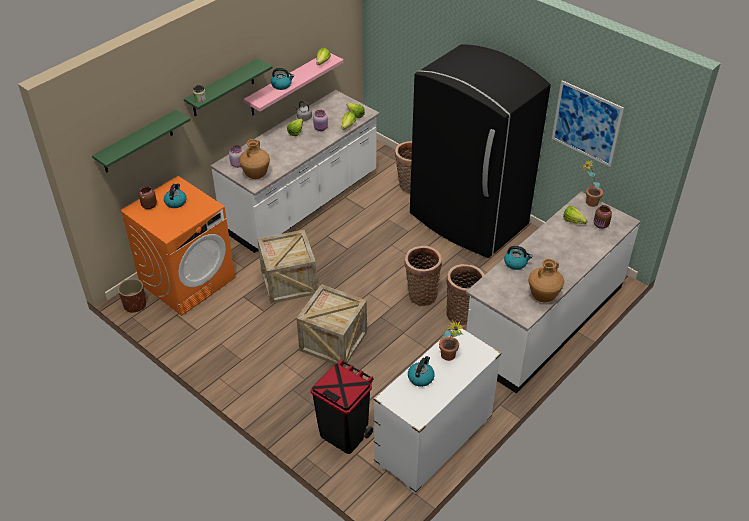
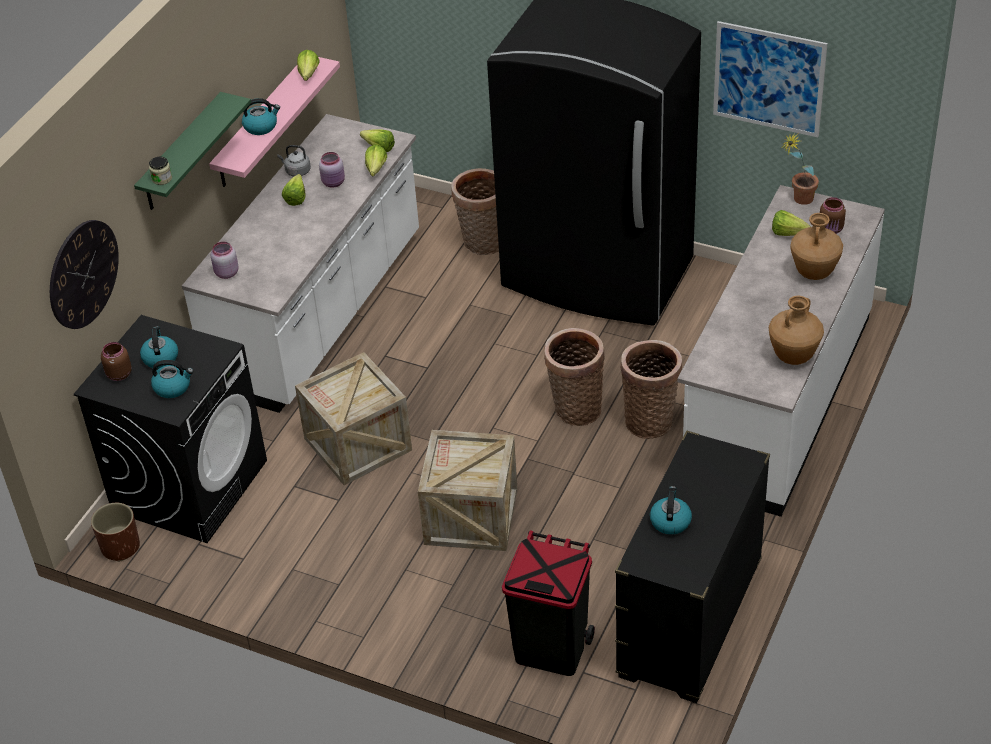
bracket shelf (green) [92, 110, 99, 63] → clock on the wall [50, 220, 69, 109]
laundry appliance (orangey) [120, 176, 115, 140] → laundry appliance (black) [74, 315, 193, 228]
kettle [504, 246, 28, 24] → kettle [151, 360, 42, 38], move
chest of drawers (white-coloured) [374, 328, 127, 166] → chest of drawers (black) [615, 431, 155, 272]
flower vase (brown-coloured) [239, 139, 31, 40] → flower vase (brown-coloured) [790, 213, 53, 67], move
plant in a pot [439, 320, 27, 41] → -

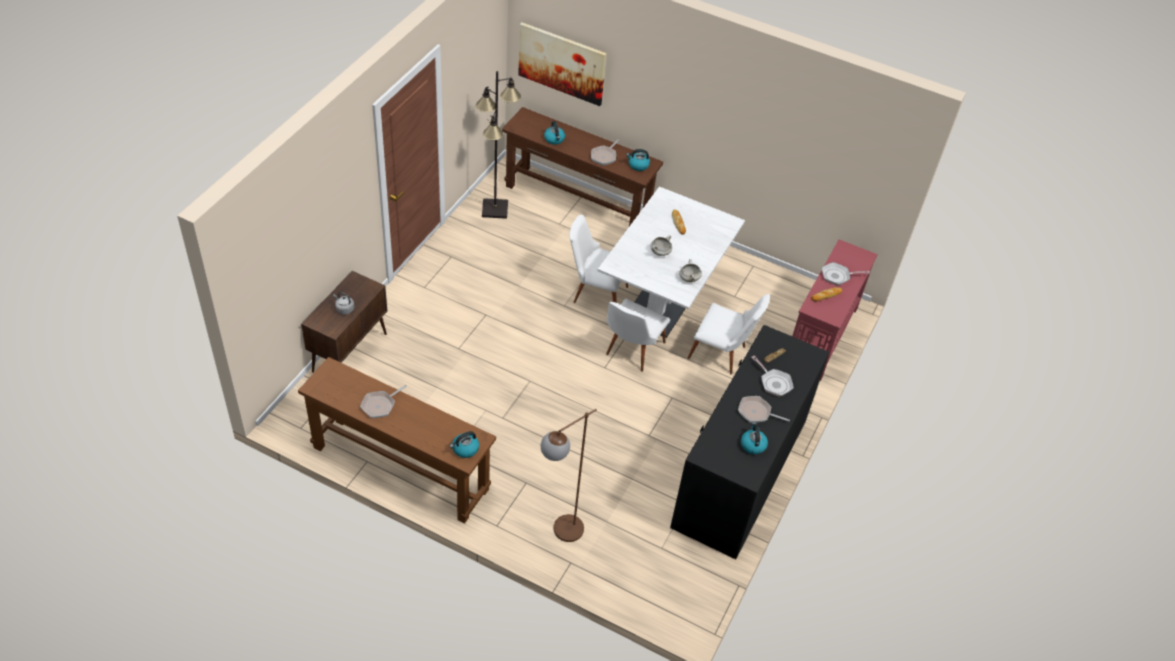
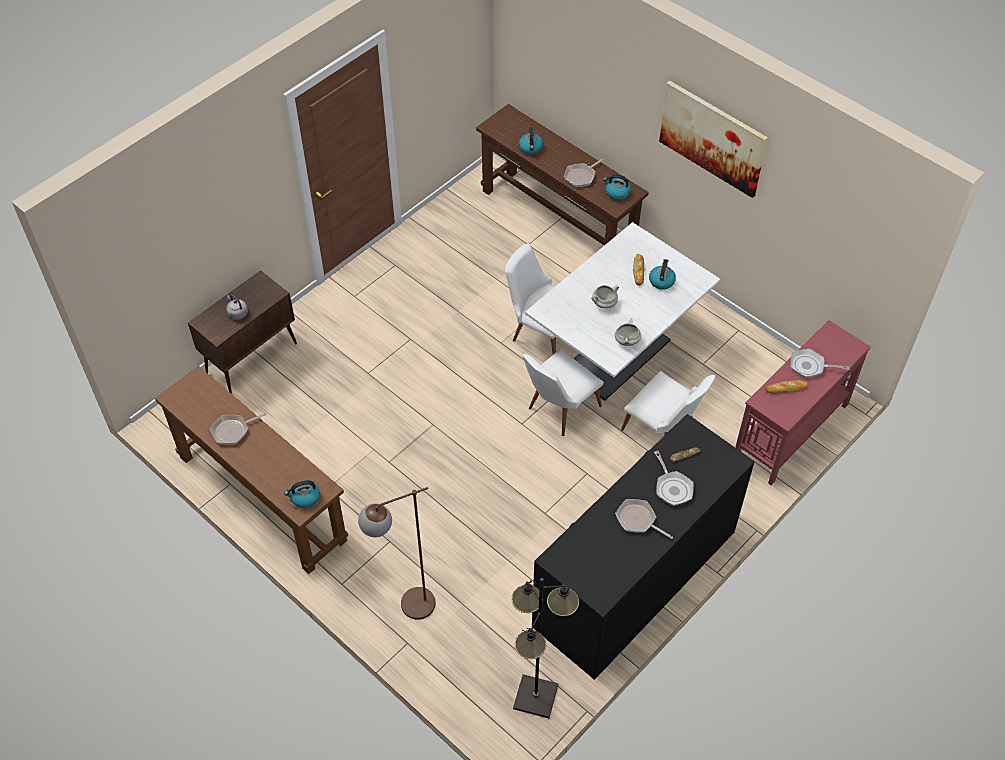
floor lamp (black) [476, 71, 45, 148] → floor lamp (black) [511, 578, 68, 141], move
kettle [741, 422, 27, 33] → kettle [649, 259, 27, 31], move
wall art [518, 22, 88, 84] → wall art [659, 80, 109, 118], move

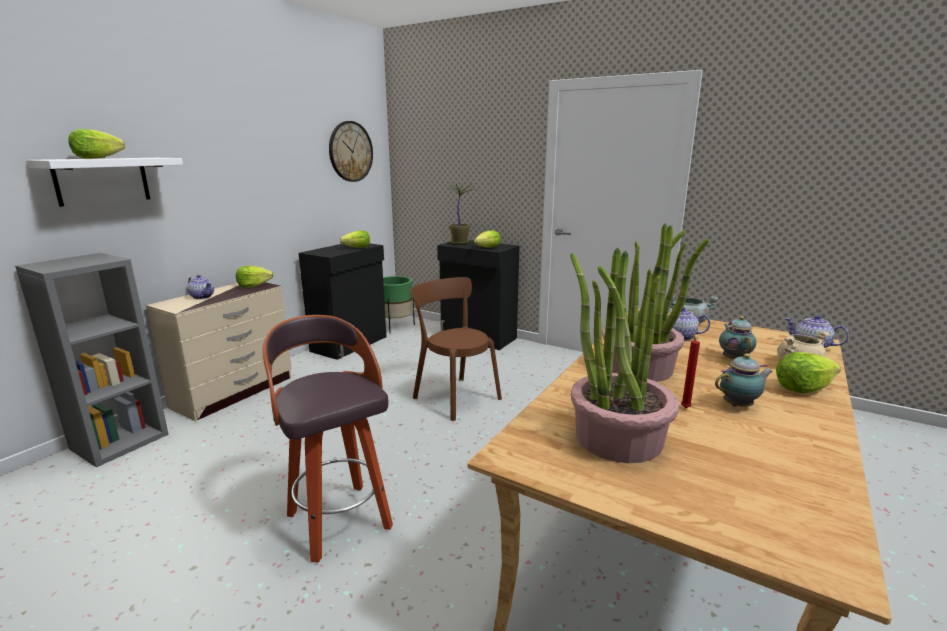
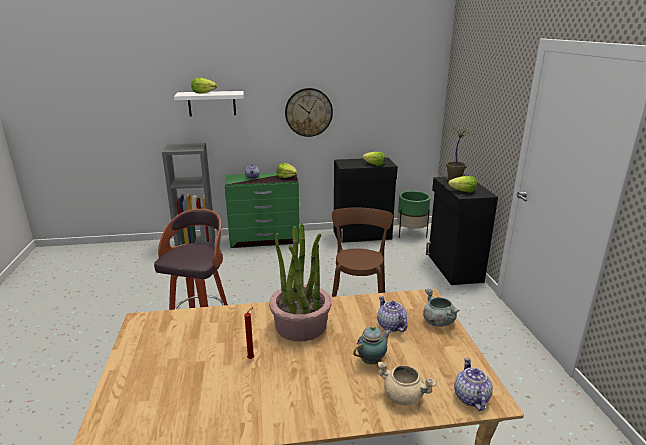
chest of drawers (sand-coloured) [146, 282, 146, 139] → chest of drawers (green) [225, 173, 75, 75]
clock on the wall [329, 121, 44, 61] → clock on the wall [285, 88, 48, 49], move
plant in a pot [570, 247, 109, 216] → -
tea pot [715, 354, 58, 53] → -
lettuce [776, 352, 65, 41] → -

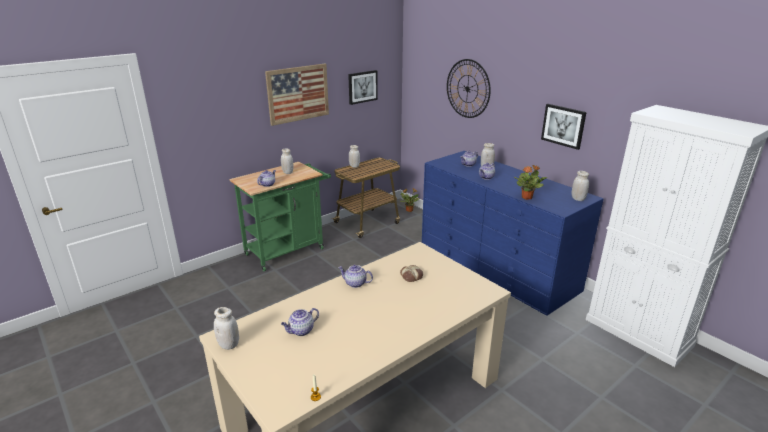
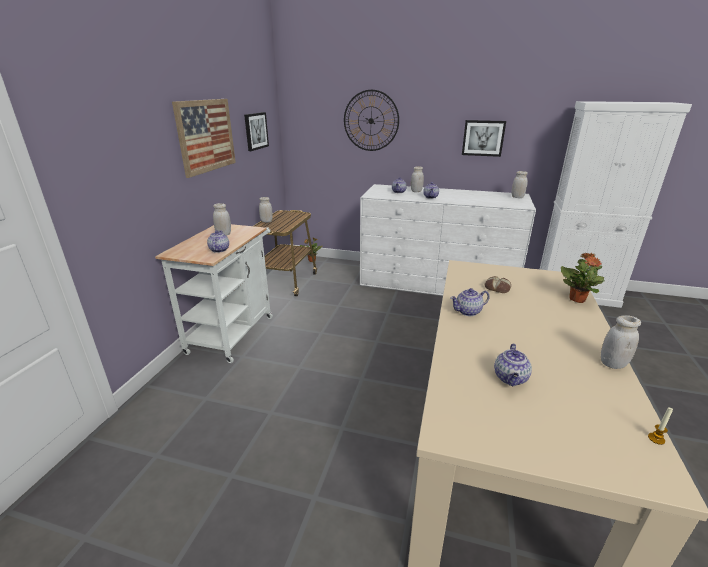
cart (green) [230, 162, 101, 109] → cart (white-coloured) [155, 224, 118, 139]
chest of drawers (blue) [422, 151, 182, 165] → chest of drawers (white-coloured) [360, 184, 176, 112]
plant in a pot [514, 165, 33, 35] → plant in a pot [561, 253, 43, 50], move
preserve jar (white-coloured) [214, 307, 25, 43] → preserve jar (white-coloured) [601, 315, 40, 54], move

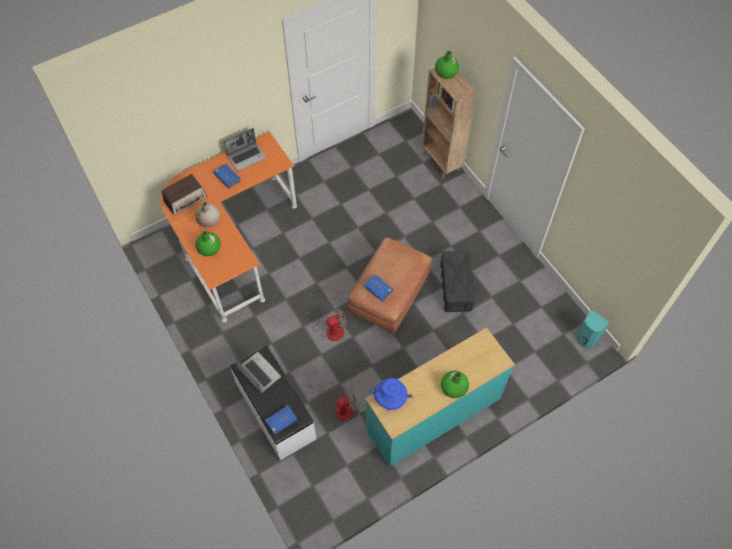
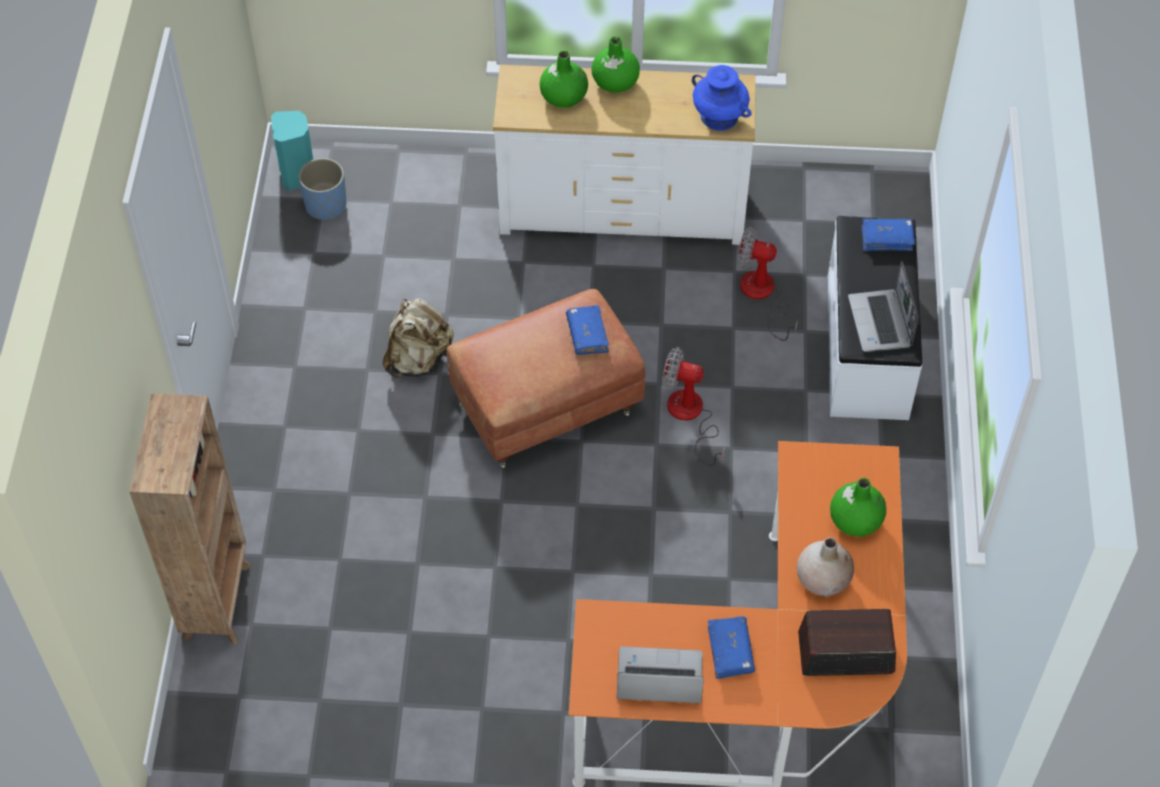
- → planter (blue) [299, 158, 48, 62]
storage box (black) [440, 251, 35, 61] → rucksack (sand-coloured) [383, 298, 70, 80]
chest of drawers (blue-green) [365, 328, 150, 139] → chest of drawers (white-coloured) [493, 65, 263, 180]
flower vase (green) [435, 51, 24, 28] → flower vase (green) [540, 51, 48, 57], move

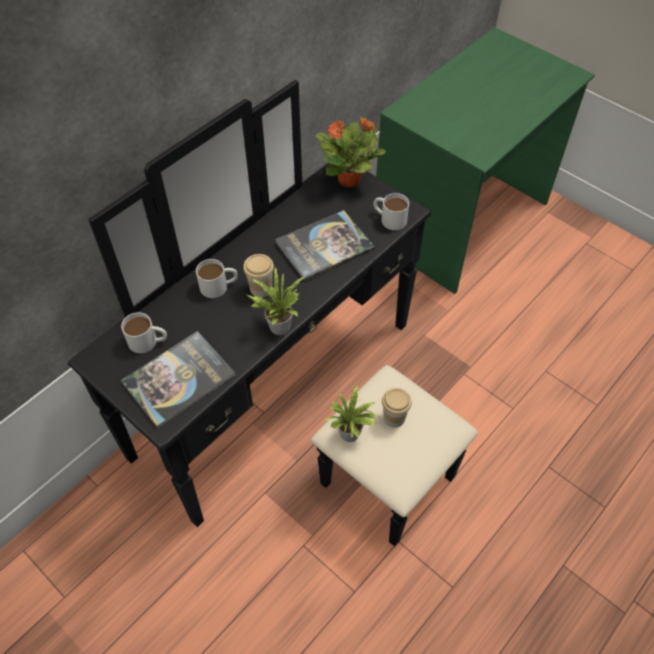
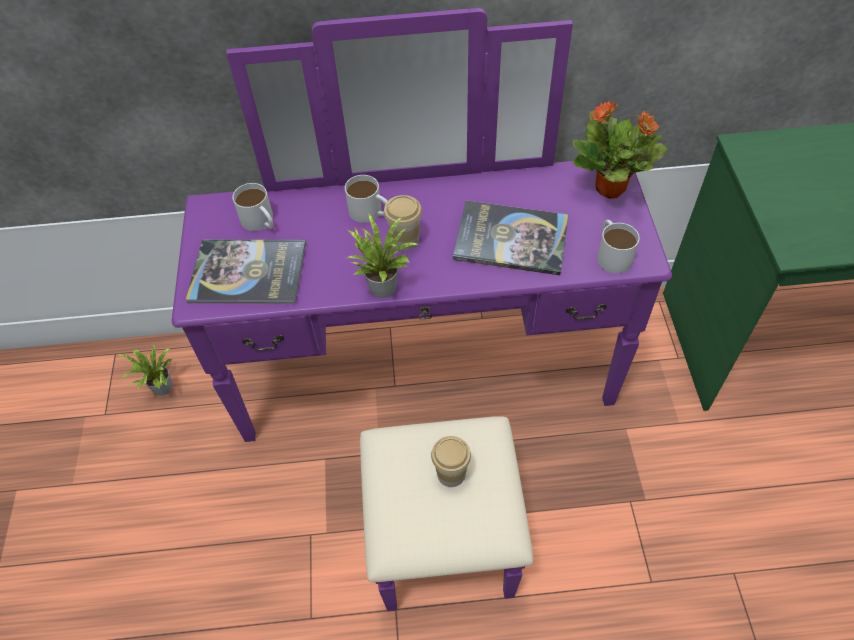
plant in a pot [324, 384, 57, 58] → plant in a pot [117, 342, 56, 54], move
chest of drawers (black) [68, 80, 410, 467] → chest of drawers (purplish) [172, 8, 500, 603]

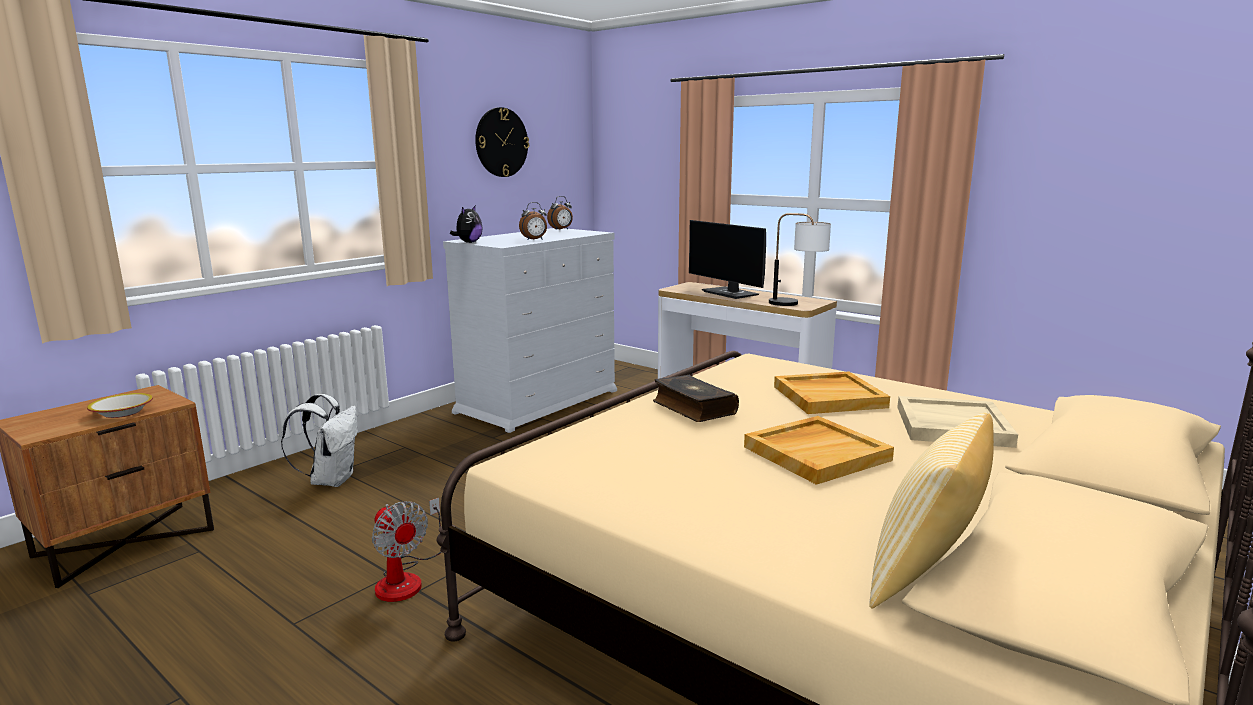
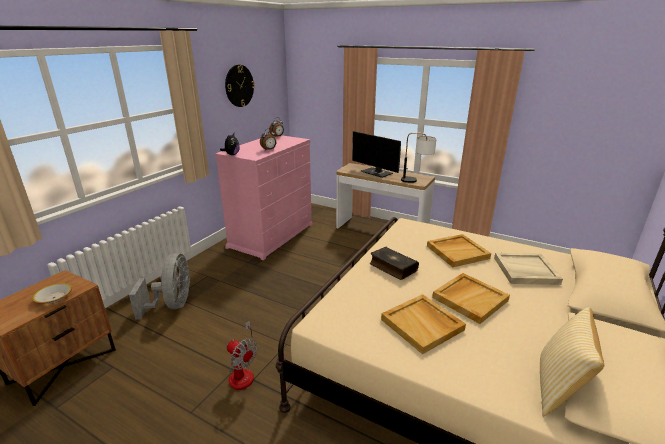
rucksack (white-coloured) [281, 394, 76, 93] → cooling fan (greyish) [129, 253, 62, 67]
chest of drawers (white-coloured) [443, 228, 174, 205] → chest of drawers (pink) [215, 135, 98, 125]
- → tray (sand-coloured) [381, 294, 85, 60]

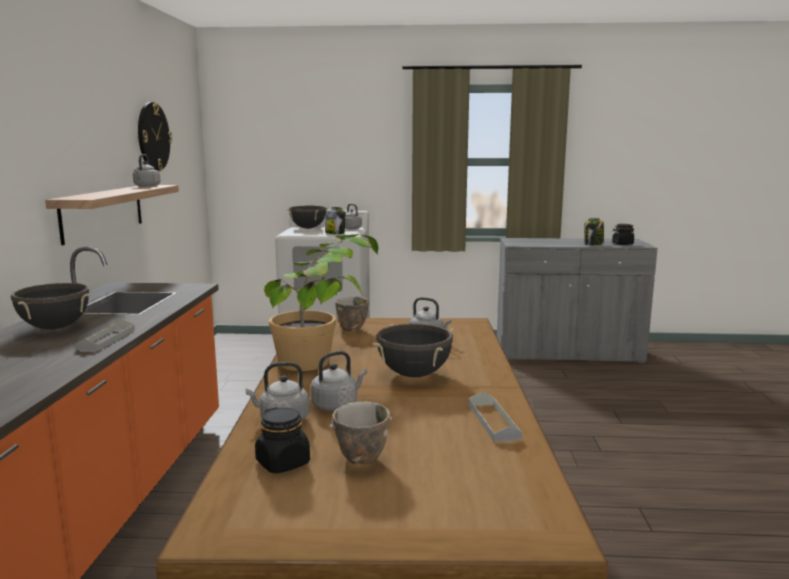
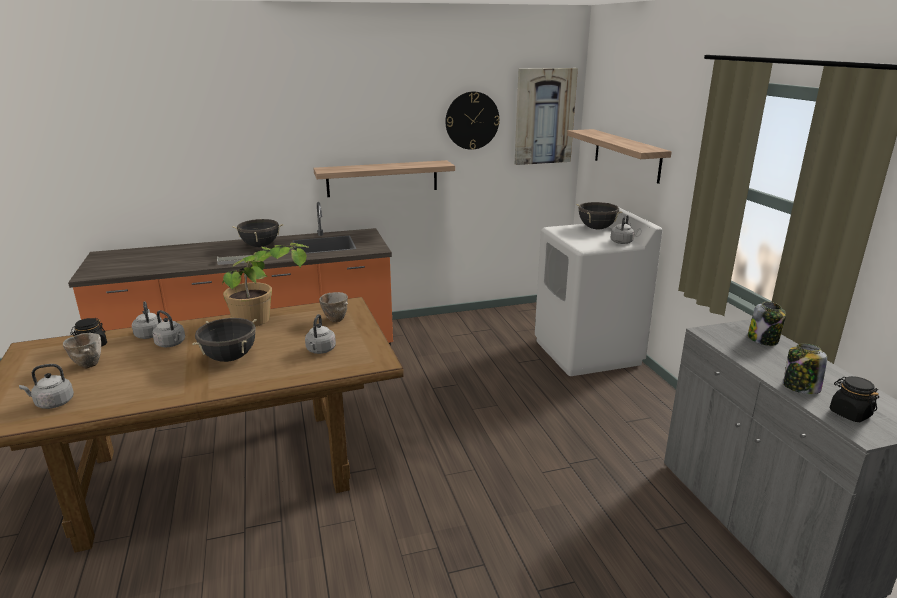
kettle (greyish) [133, 154, 28, 33] → kettle (greyish) [19, 364, 55, 45], move
- → wall art [515, 68, 63, 97]
- → bracket shelf [567, 129, 105, 55]
preserve jar [325, 207, 21, 27] → preserve jar [748, 302, 38, 44], move
tray (greyish) [469, 392, 53, 51] → -

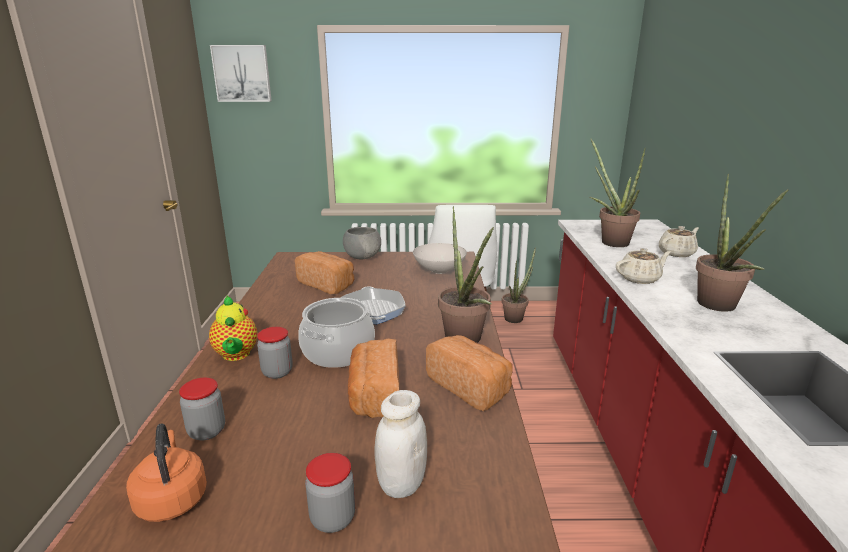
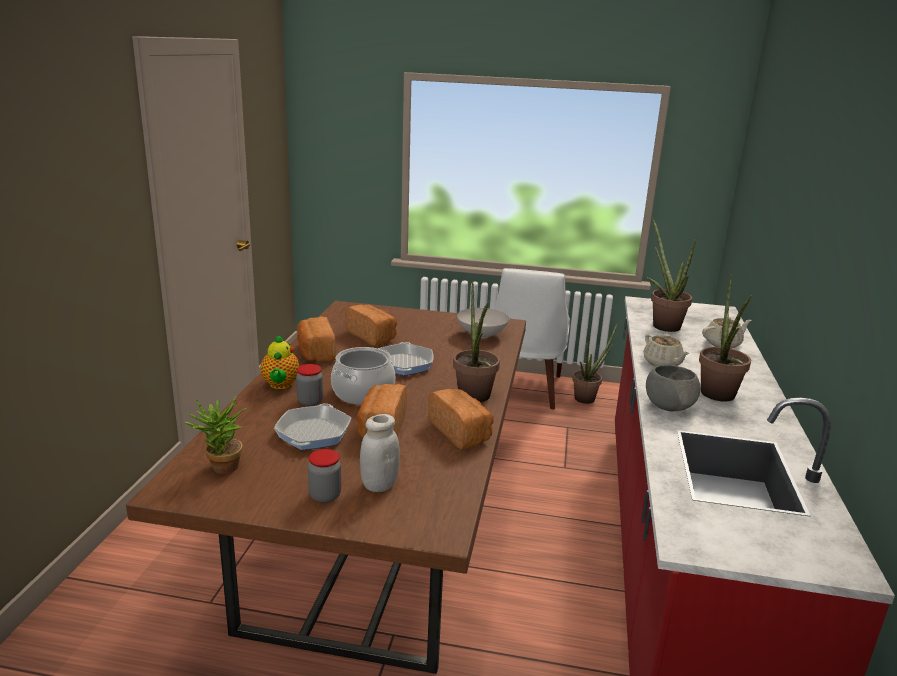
kettle (orangey) [126, 423, 81, 99] → plant in a pot [185, 395, 60, 79]
- → pan [274, 403, 77, 47]
- → bakery bread [297, 316, 39, 46]
tea pot (sand-coloured) [616, 248, 55, 36] → tea pot (sand-coloured) [643, 334, 46, 32], 75 degrees clockwise
serving bowl (greyish) [343, 227, 38, 33] → serving bowl (greyish) [646, 365, 55, 46], move
preserve jar [179, 378, 46, 63] → -
wall art [210, 45, 62, 57] → -

